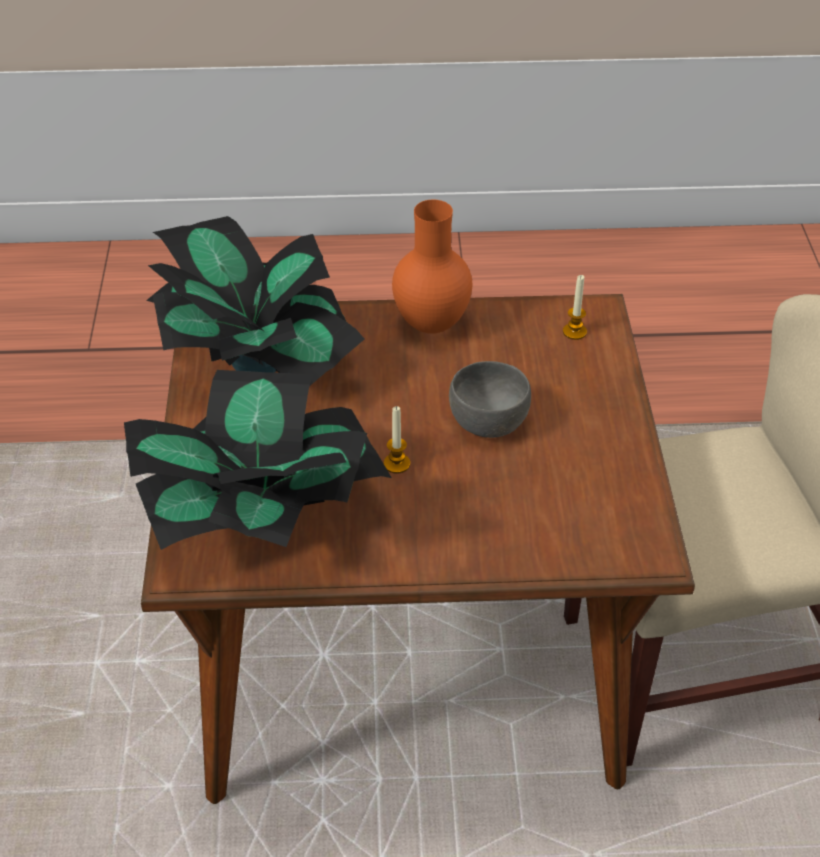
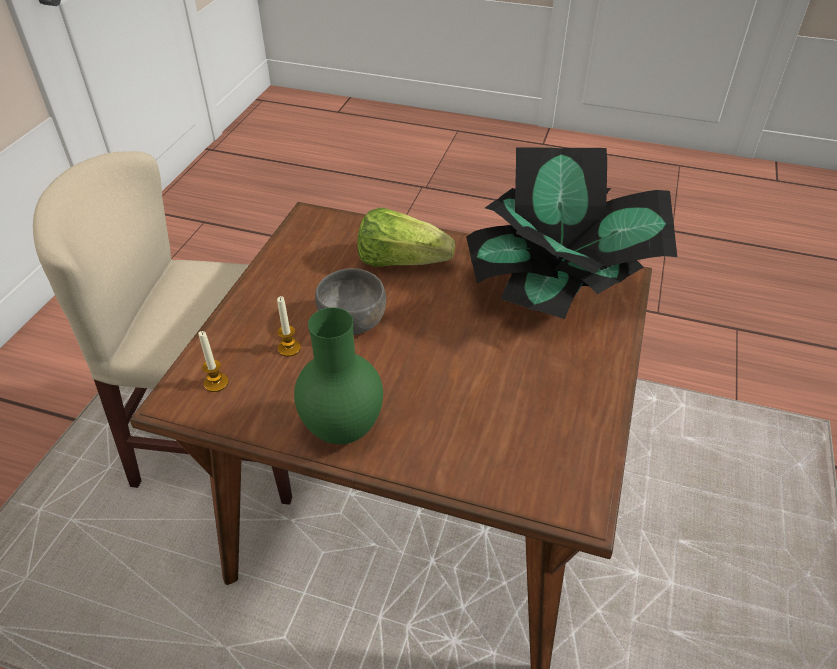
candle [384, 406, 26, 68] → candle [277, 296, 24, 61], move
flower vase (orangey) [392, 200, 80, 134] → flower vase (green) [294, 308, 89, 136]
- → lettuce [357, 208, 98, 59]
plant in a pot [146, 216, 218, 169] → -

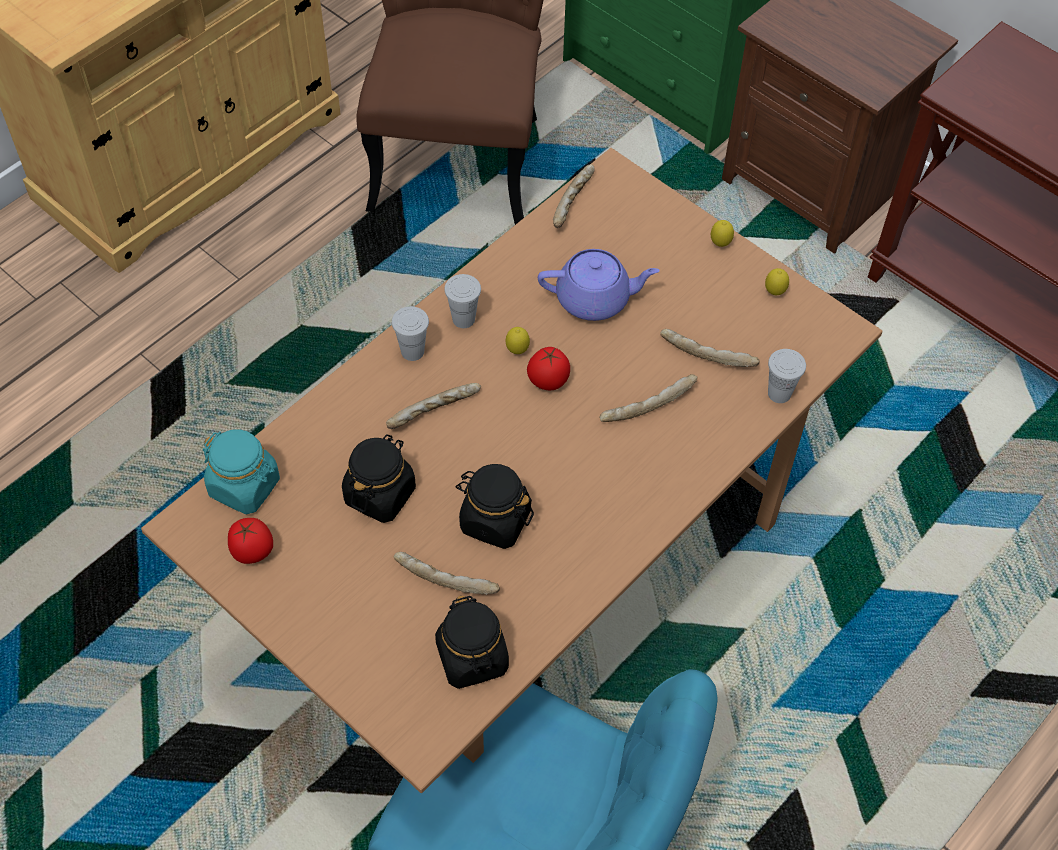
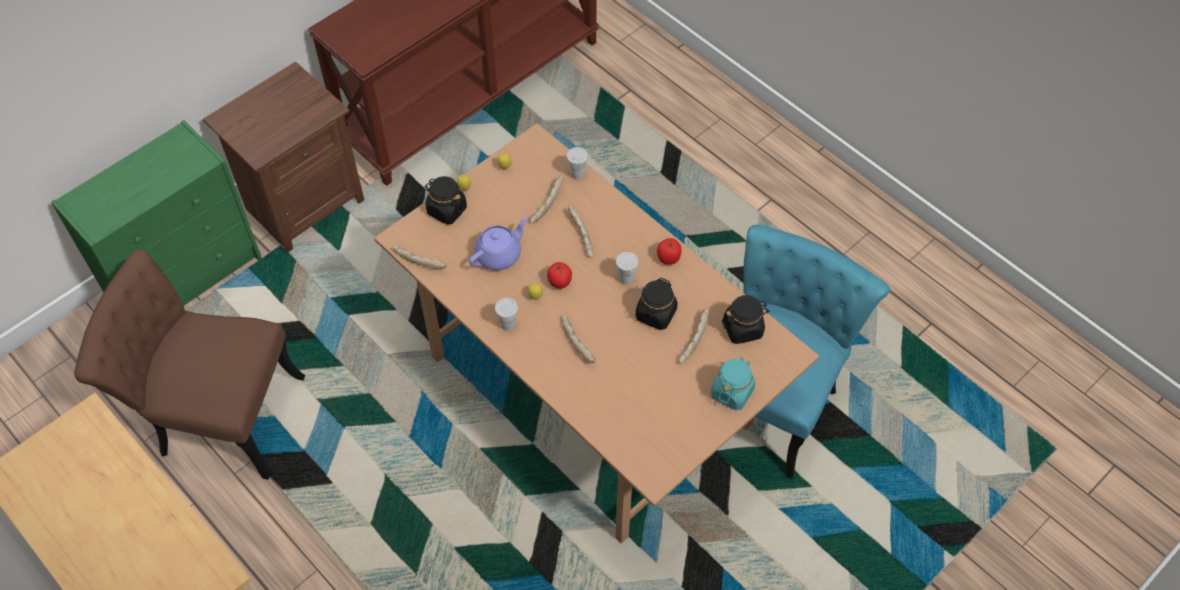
preserve jar (black) [342, 434, 74, 89] → preserve jar (black) [425, 176, 42, 49], move
tea pot (purplish) [538, 249, 122, 72] → tea pot (purplish) [469, 218, 59, 52], 45 degrees clockwise
drinking cup (white-coloured) [392, 306, 37, 55] → drinking cup (white-coloured) [616, 252, 22, 33], move
whole tomato [228, 518, 45, 46] → whole tomato [657, 238, 25, 27], move
preserve jar (blue-green) [203, 429, 77, 85] → preserve jar (blue-green) [711, 357, 44, 53], move

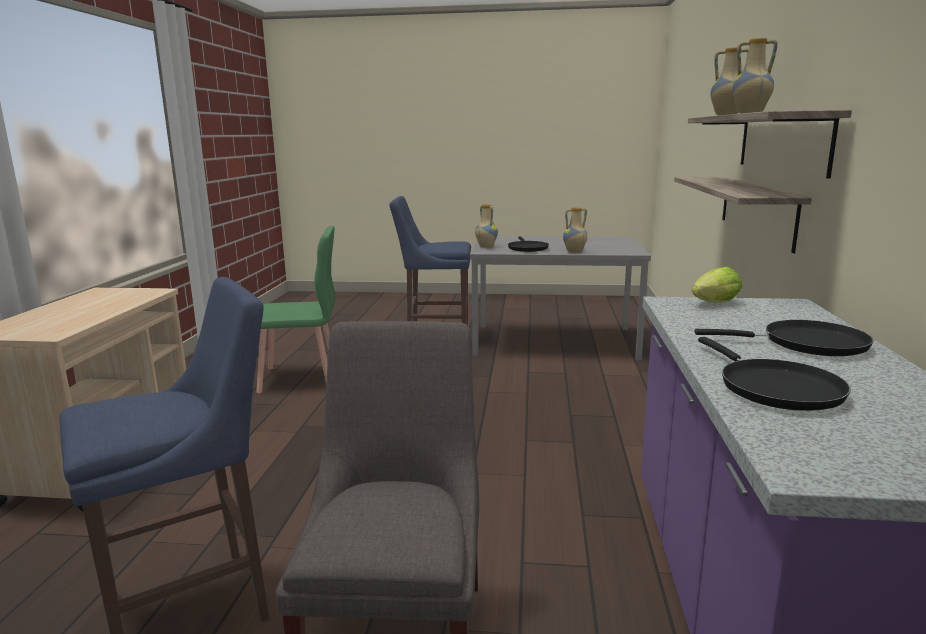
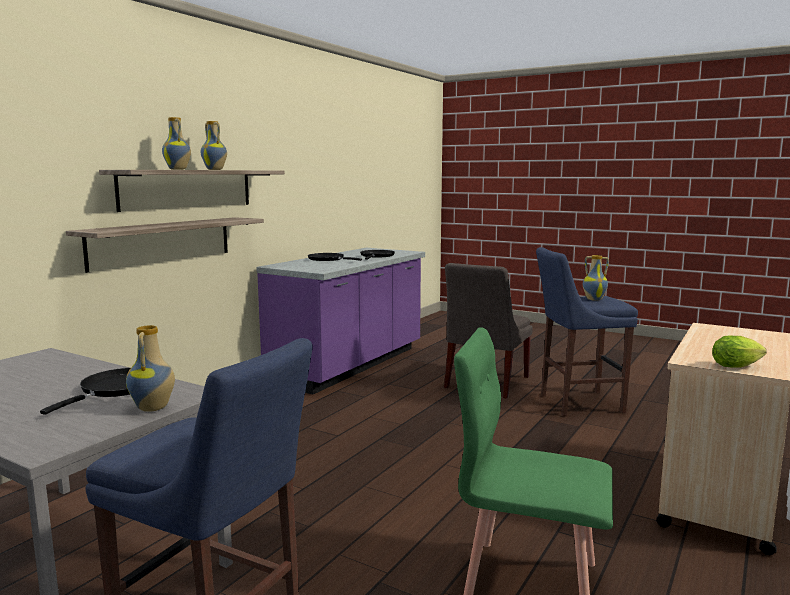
flower vase [563, 207, 25, 46] → flower vase [583, 255, 26, 46], move
lettuce [691, 267, 51, 35] → lettuce [712, 335, 55, 33], move

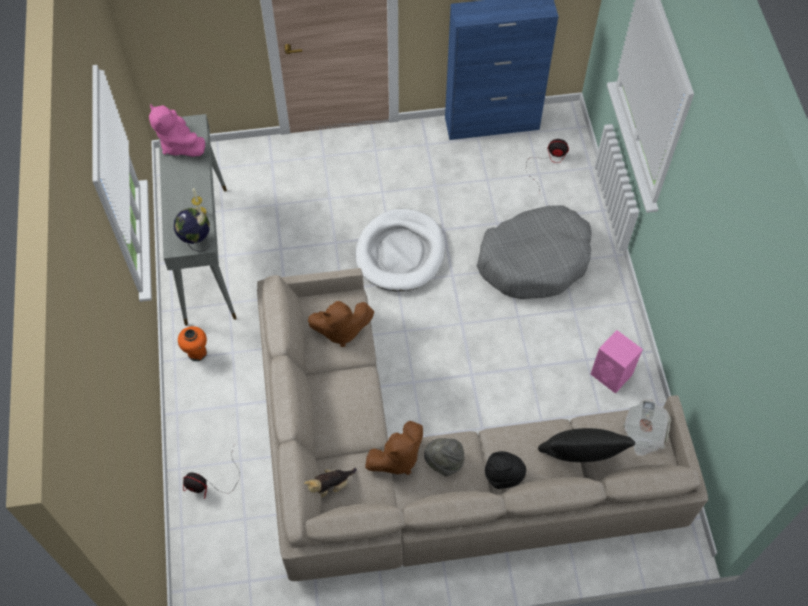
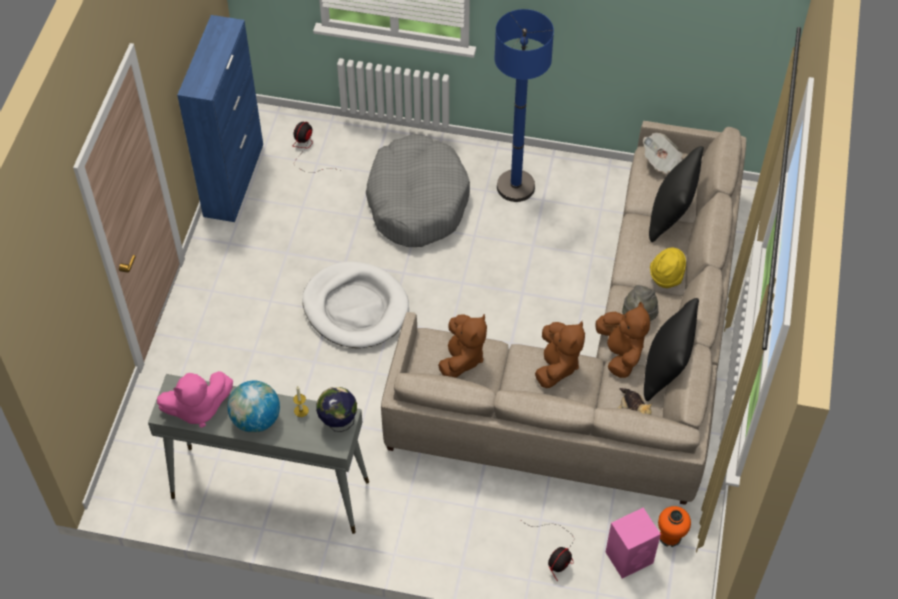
- → globe [228, 381, 52, 52]
- → floor lamp (blue) [494, 9, 60, 193]
- → soft toy (brown-coloured) [535, 321, 50, 67]
audio speaker (pink) [591, 330, 52, 64] → audio speaker (pink) [606, 508, 55, 70], move
- → throw pillow (black) [644, 298, 55, 103]
wearable hat (black) [485, 451, 41, 38] → wearable hat (yellow) [650, 248, 36, 40]
flower vase (orangey) [178, 326, 29, 35] → flower vase (orangey) [658, 506, 33, 41], move

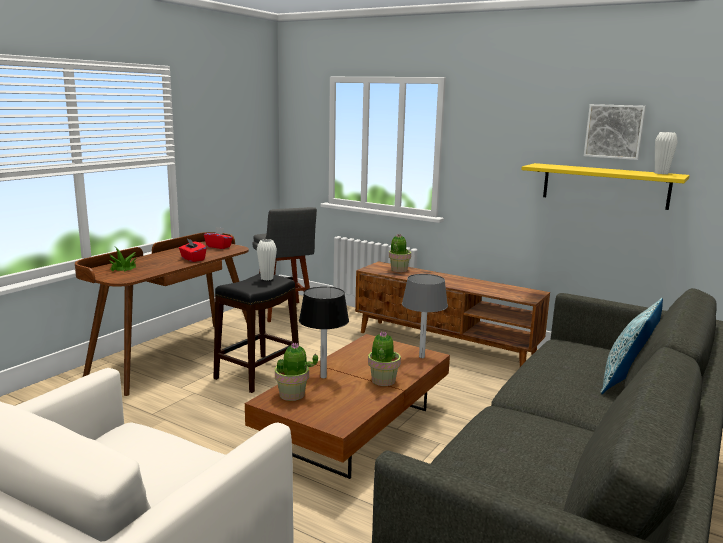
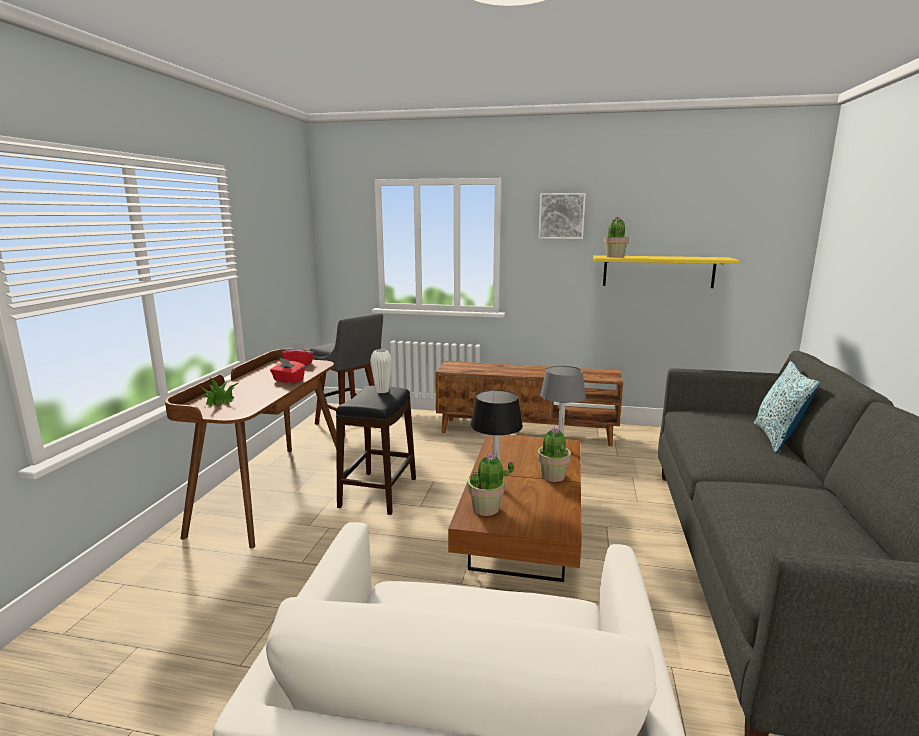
wall art [584, 104, 62, 56] → wall art [539, 193, 47, 46], move
plant in a pot [389, 234, 22, 38] → plant in a pot [604, 217, 25, 41], move
flower vase (white-coloured) [655, 132, 23, 42] → -

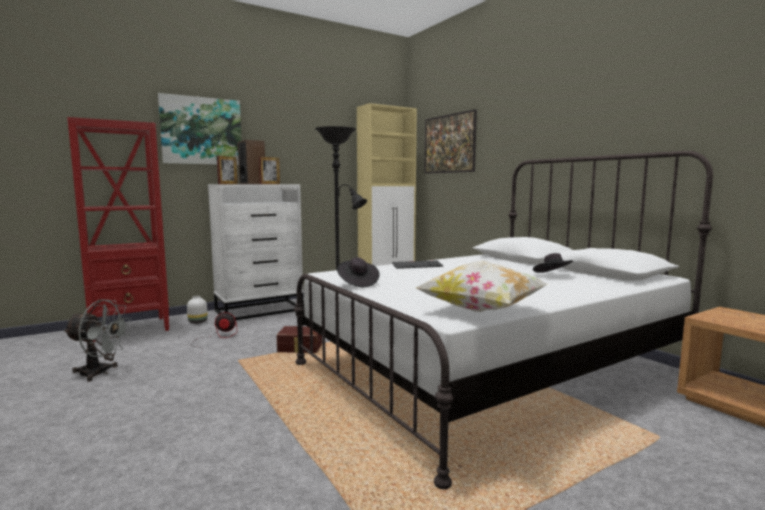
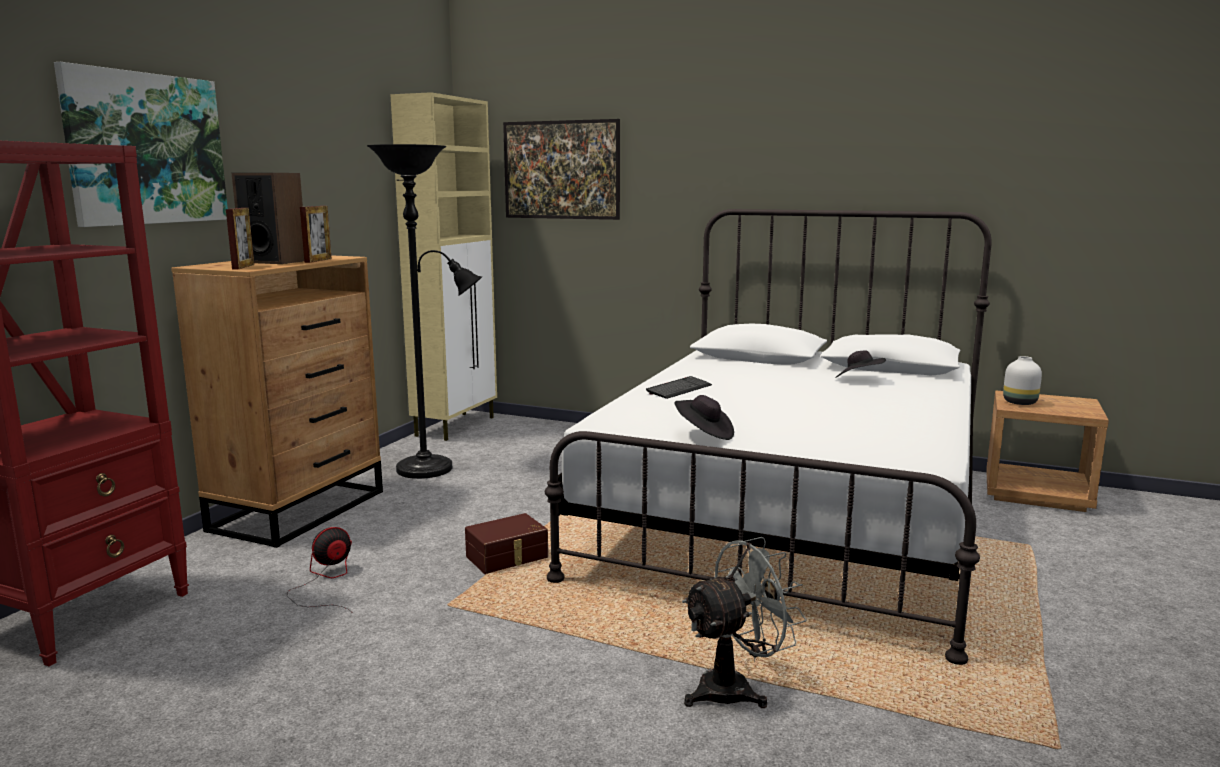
chest of drawers (white-coloured) [208, 184, 95, 136] → chest of drawers (brown-coloured) [171, 255, 212, 293]
cooling fan (greyish) [63, 299, 68, 83] → cooling fan (greyish) [682, 537, 125, 171], move
flower vase (white-coloured) [187, 296, 21, 28] → flower vase (white-coloured) [1003, 356, 39, 49], move
throw pillow [415, 260, 133, 52] → -

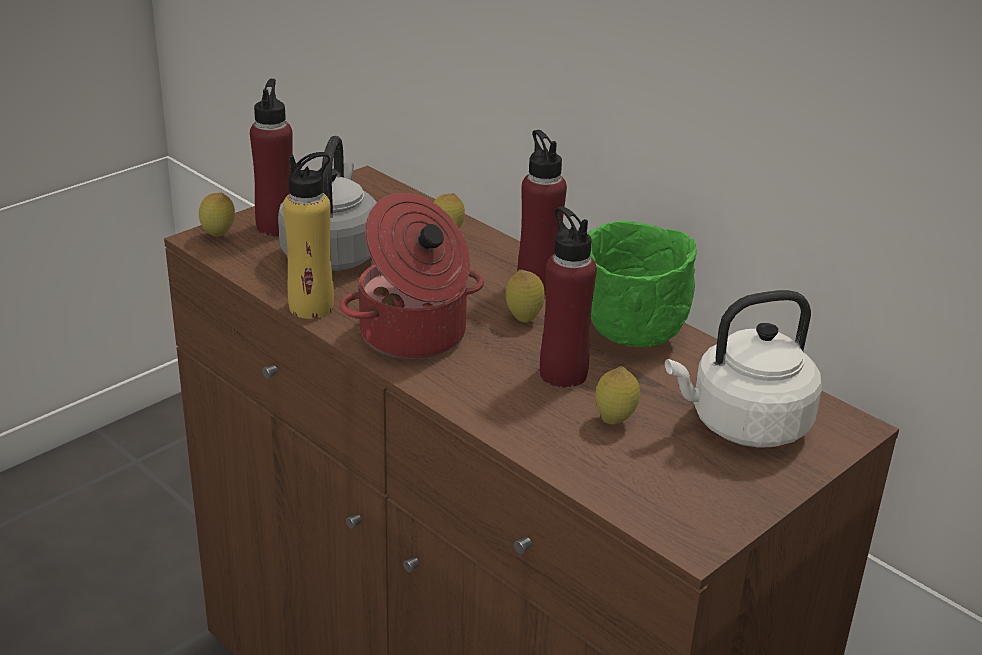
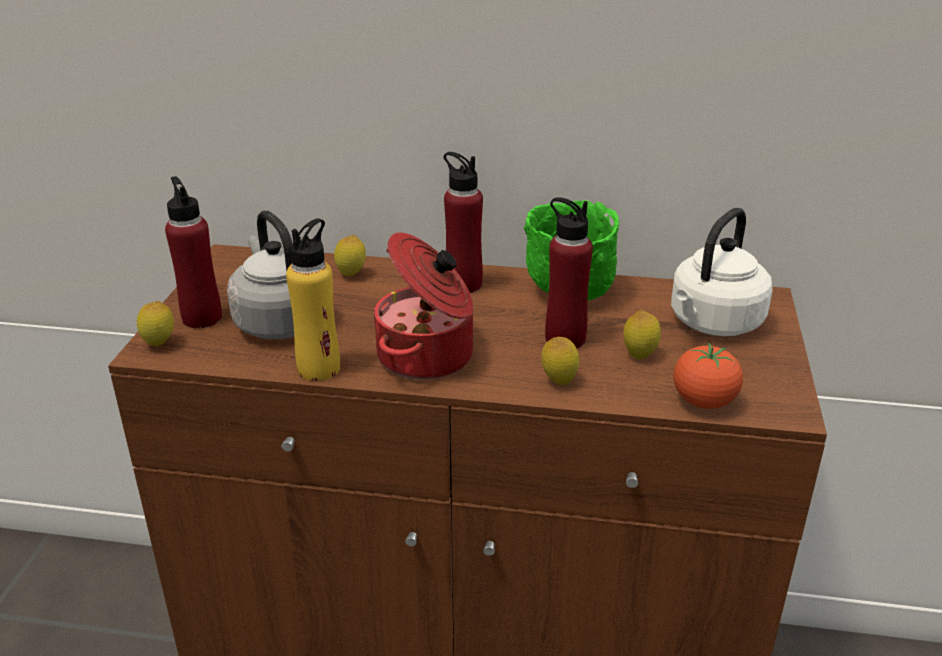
whole lemon [506, 270, 39, 53] → whole lemon [541, 337, 38, 48], move
- → whole tomato [673, 343, 70, 66]

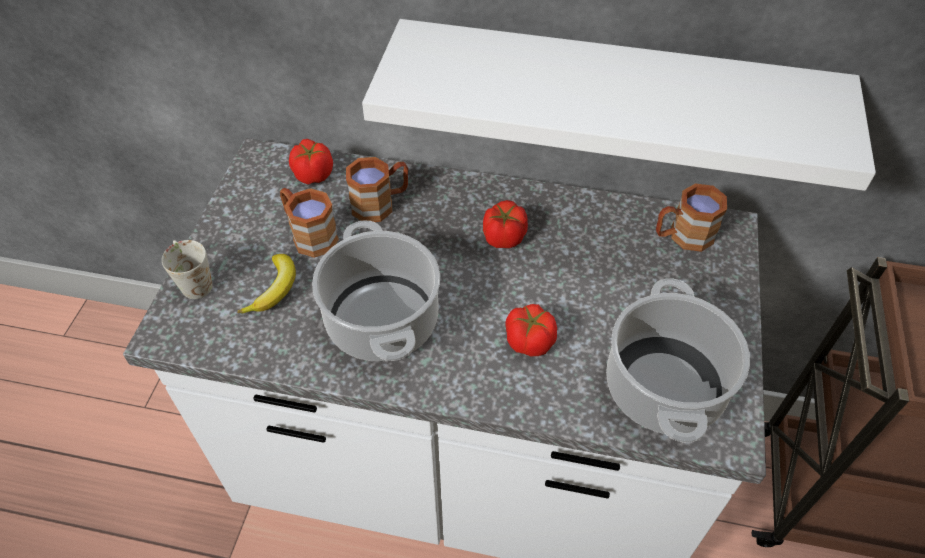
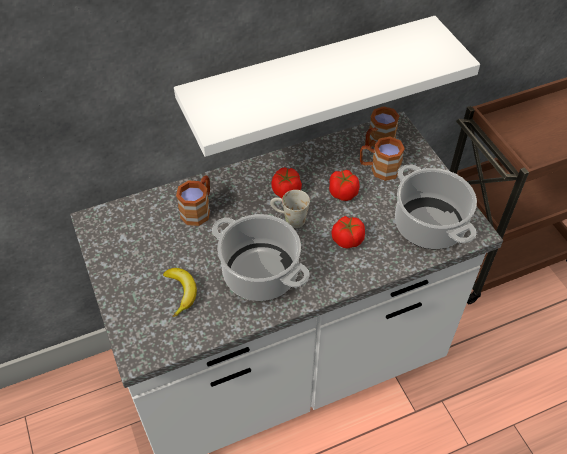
coffee mug (white-coloured) [162, 240, 51, 59] → coffee mug (white-coloured) [270, 190, 40, 38], move
whole tomato [289, 139, 44, 46] → whole tomato [329, 170, 31, 31], move
coffee mug (brown-coloured) [280, 188, 59, 70] → coffee mug (brown-coloured) [360, 137, 45, 44], move

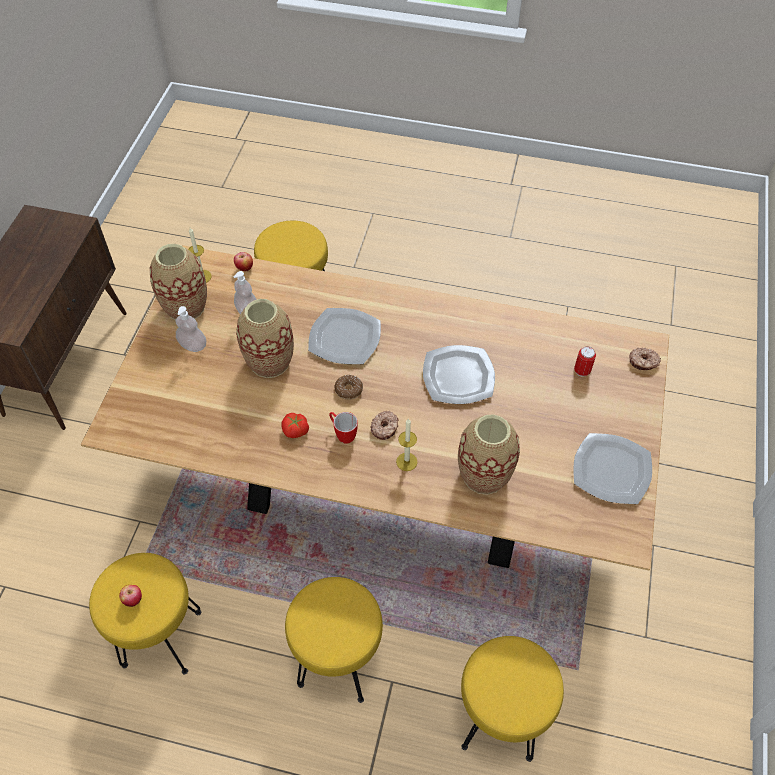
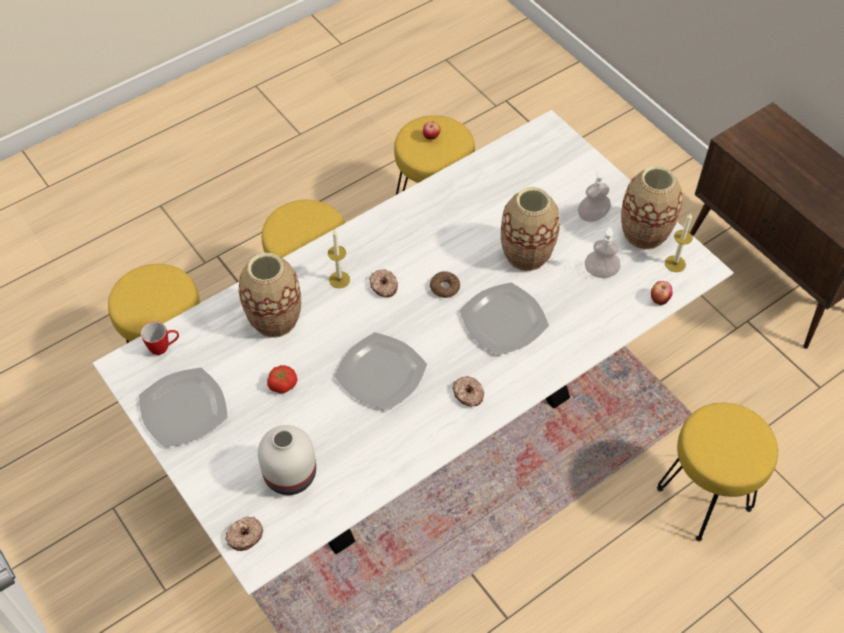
dinner table (brown-coloured) [81, 245, 588, 325] → dinner table (white-coloured) [93, 110, 641, 485]
coffee mug [329, 412, 29, 32] → coffee mug [141, 321, 38, 34], move
can [574, 347, 22, 30] → flower vase (white-coloured) [258, 425, 58, 70]
whole tomato [282, 413, 27, 25] → whole tomato [267, 365, 30, 28], move
- → doughnut [453, 376, 31, 31]

